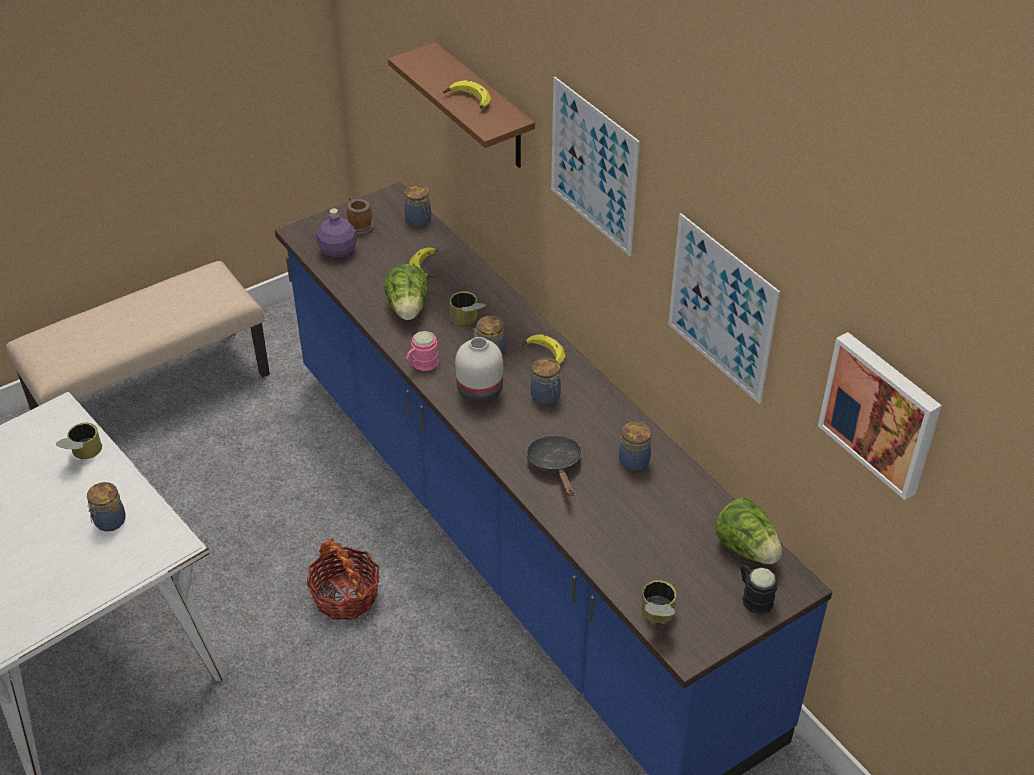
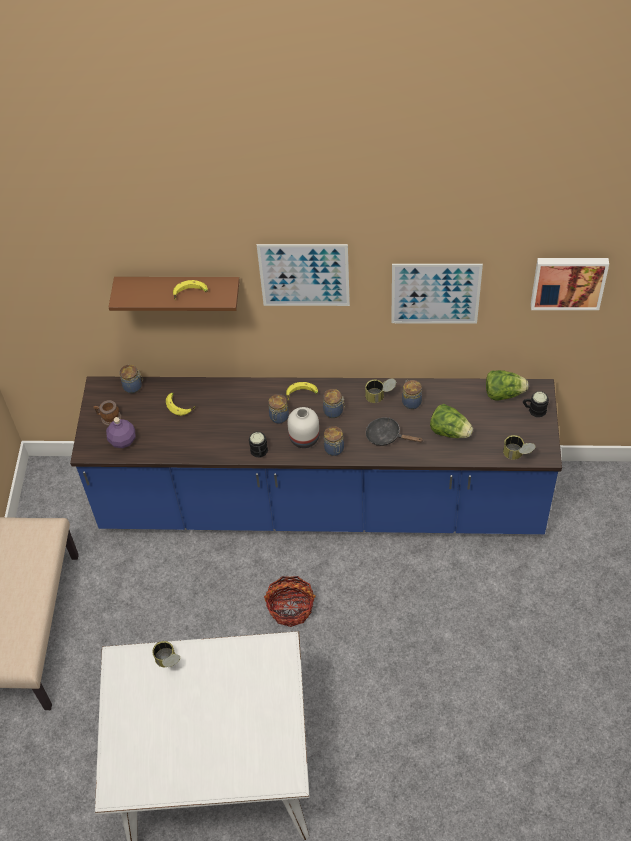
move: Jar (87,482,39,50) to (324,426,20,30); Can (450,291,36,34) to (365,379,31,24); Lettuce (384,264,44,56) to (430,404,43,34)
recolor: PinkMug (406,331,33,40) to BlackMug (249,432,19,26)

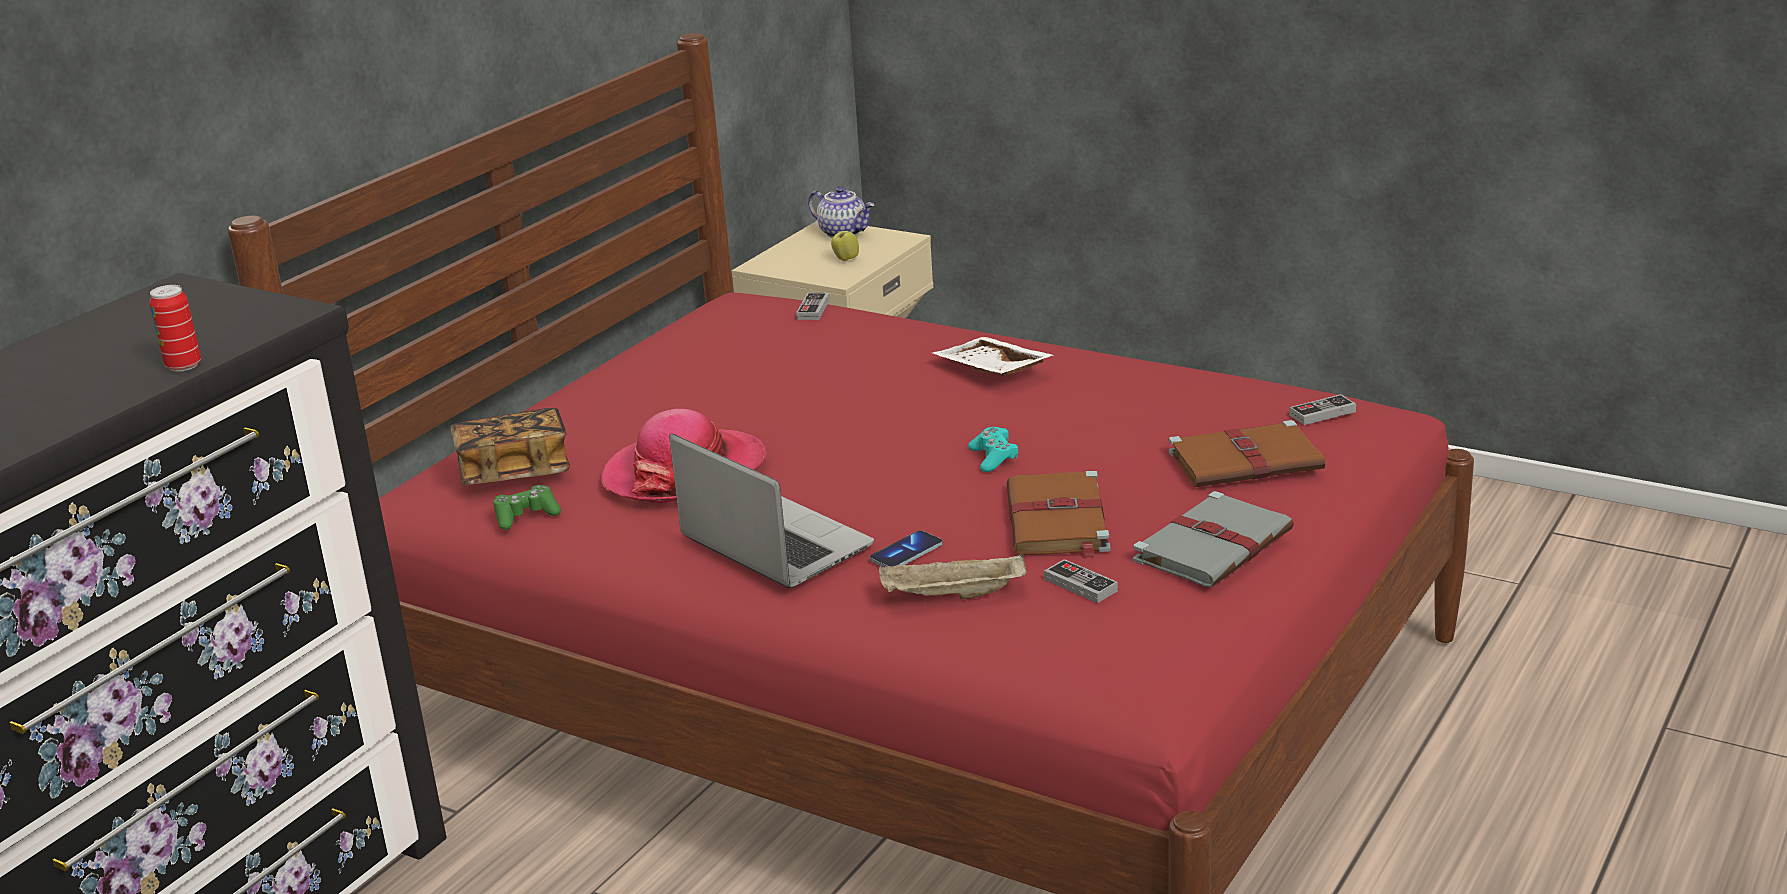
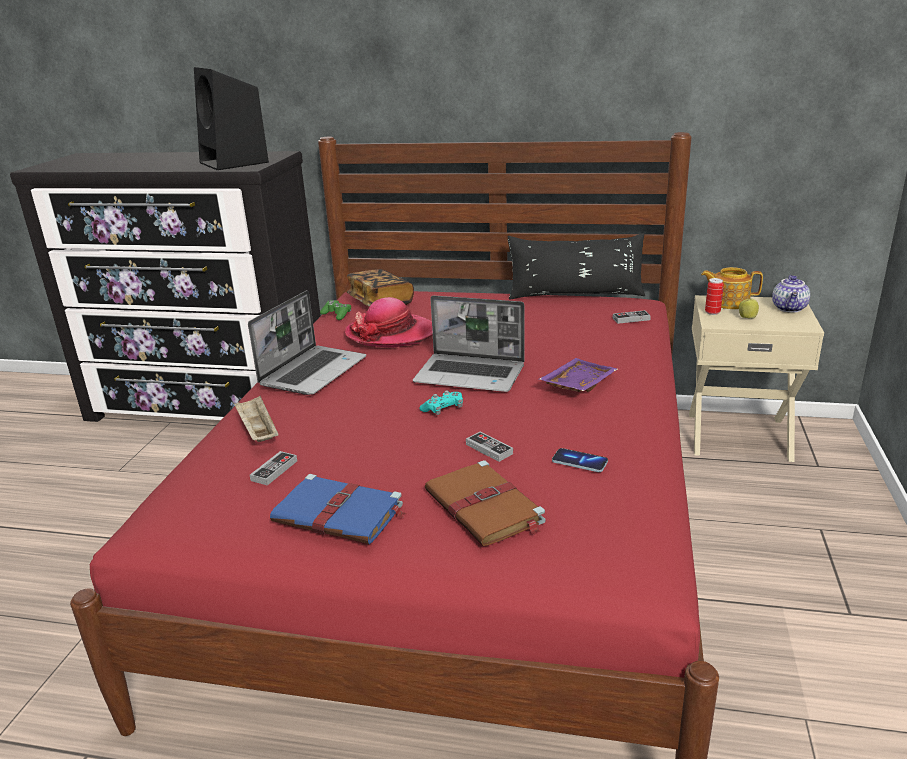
delete: BrownBook (1007,471,104,88)
insert: BlackSpeaker (194,67,75,103); Laptop (413,295,112,97); BlackPillow (508,233,137,66); Teapot (701,267,62,42)
move: GameController (1289,394,67,31) to (466,432,47,30); Phone (870,531,73,36) to (552,448,56,24); Can (149,285,52,87) to (705,278,19,37)
recolor: GreyBook (1133,491,161,96) to BlueBook (270,474,137,70); WhiteTray (933,337,121,39) to PurpleTray (539,358,79,34)

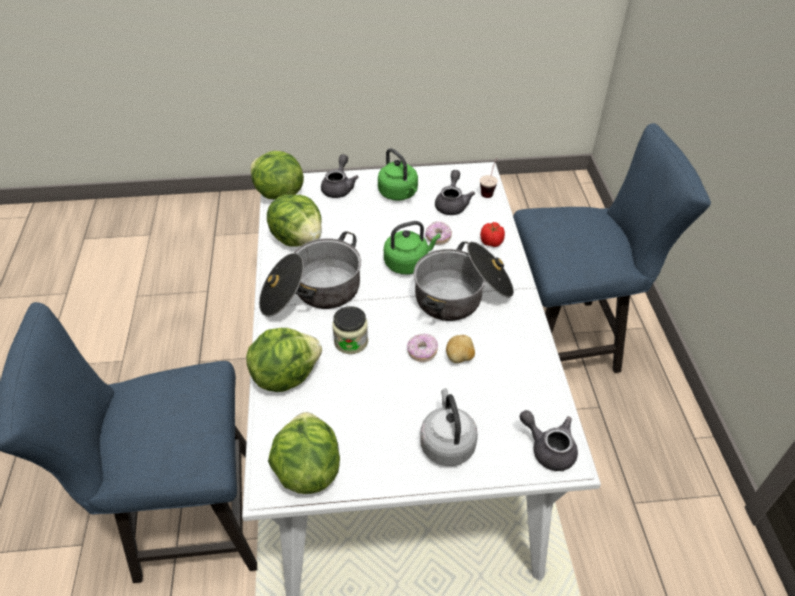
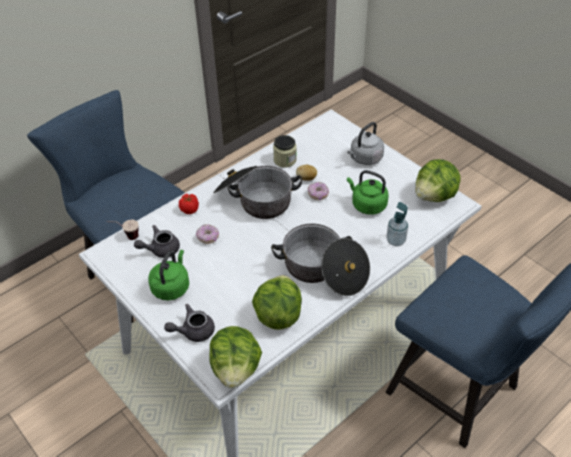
delete: GreyTeapot (520,410,58,61)
move: Jar (332,306,36,48) to (273,135,24,33); GreenKettle (384,221,57,54) to (347,170,42,45)
replace: Lettuce (246,328,76,64) to SoapDispenser (386,202,22,45)

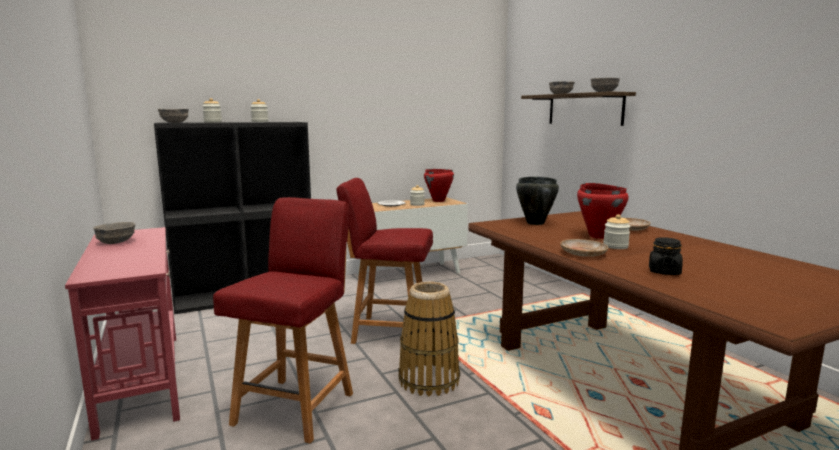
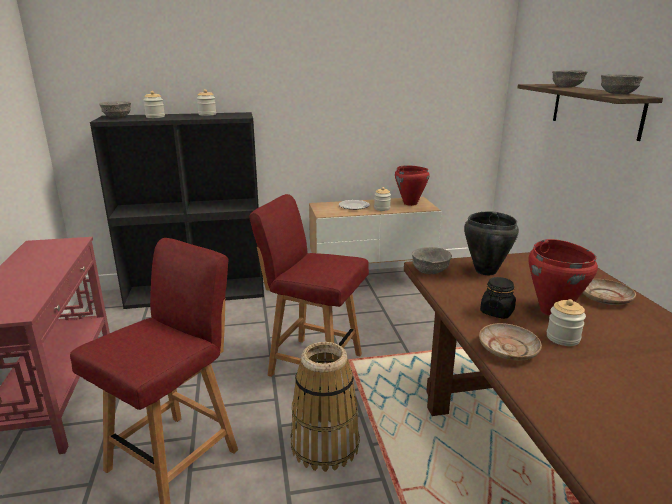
move: GreyBowl (93,222,43,22) to (412,247,40,27); BlackJar (649,237,34,38) to (480,277,36,42)

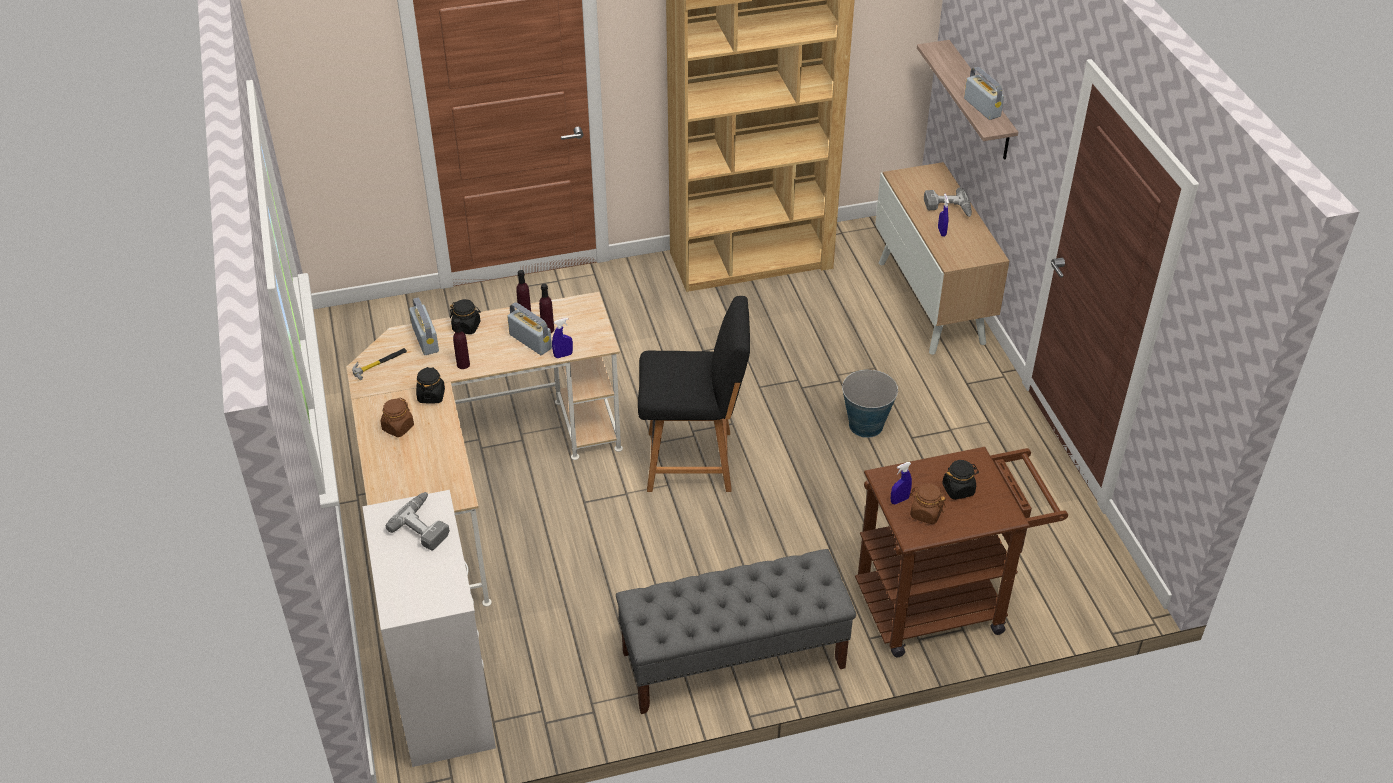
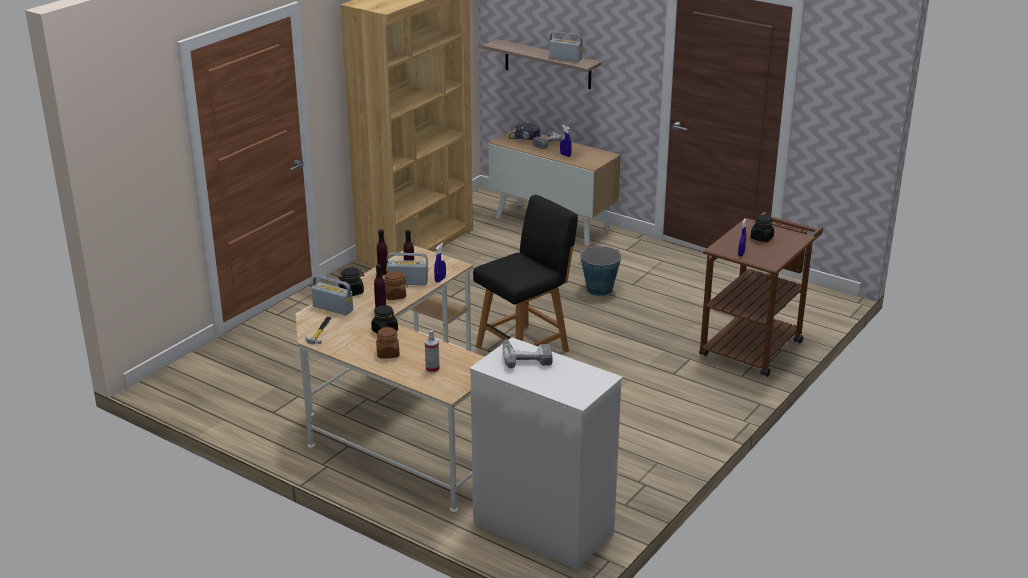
delete: GreyBench (616,549,240,165)
insert: SprayBottle (425,330,15,43); Cap (509,122,32,18)
move: BrownJar (910,483,36,41) to (383,271,25,29)

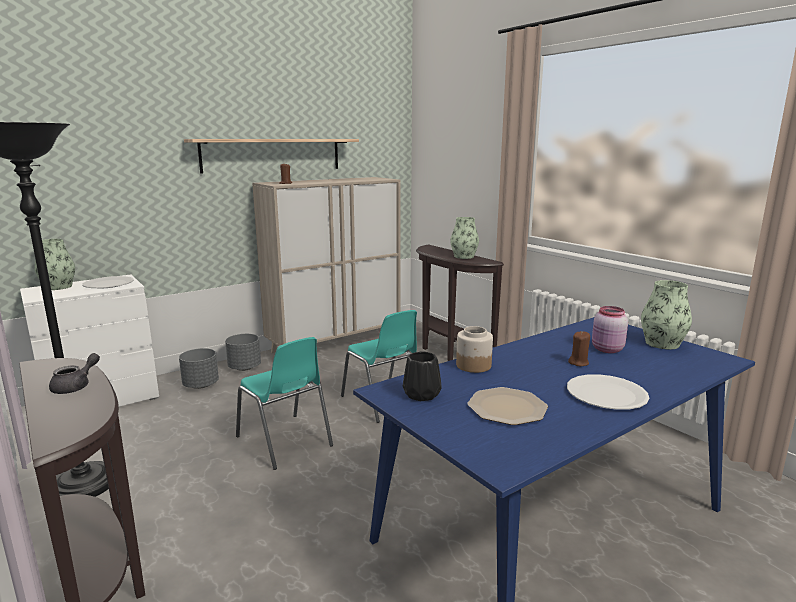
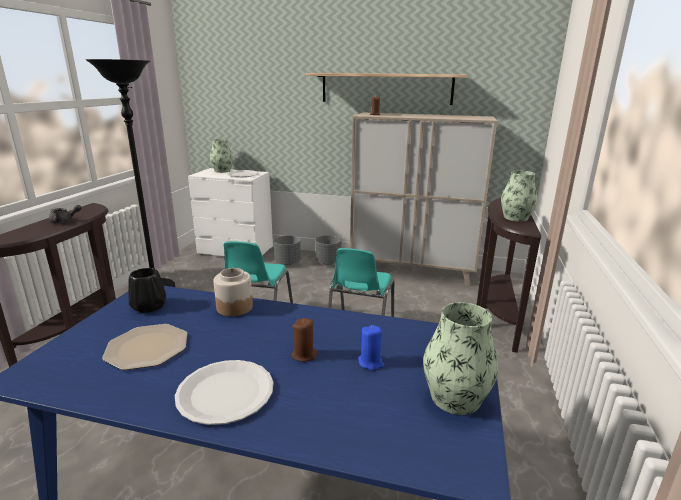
replace: PinkJar (592,306,36,47) to BlueCandle (358,325,26,46)

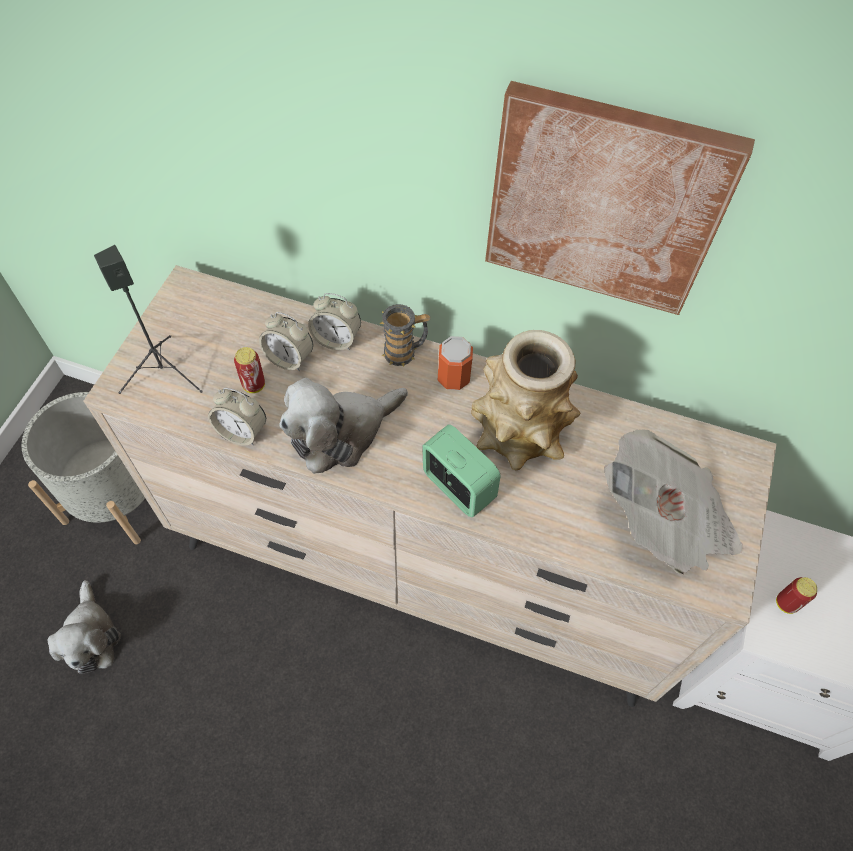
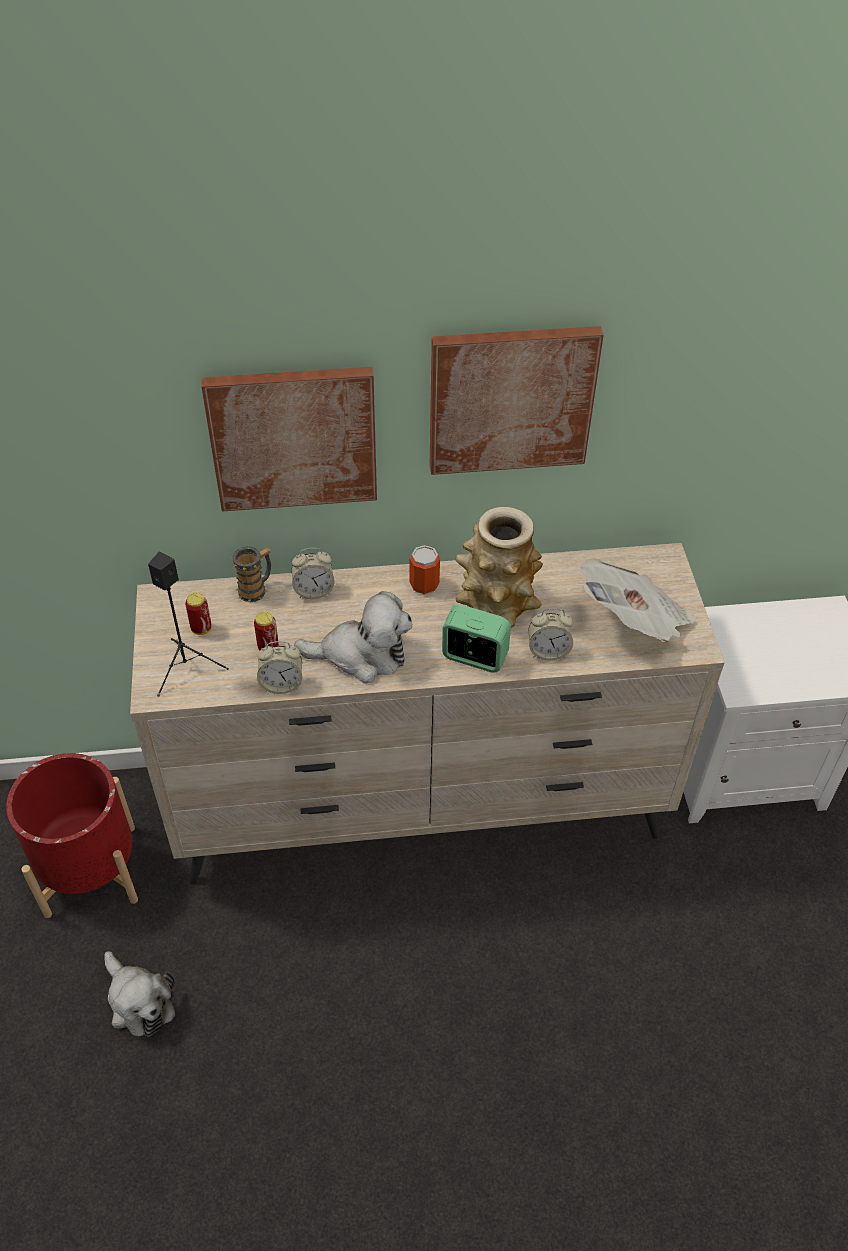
insert: Picture (201,367,176,145)
move: Can (776,577,41,37) to (185,593,27,42); Mug (379,304,51,62) to (231,546,40,56); AlarmClock (259,312,54,59) to (528,608,45,52)
recolor: GreyPlanter (22,392,123,152) to RedPlanter (6,753,132,165)
rotate: PlushToy (279,378,129,96) = (294,591,119,92) 120 degrees counterclockwise

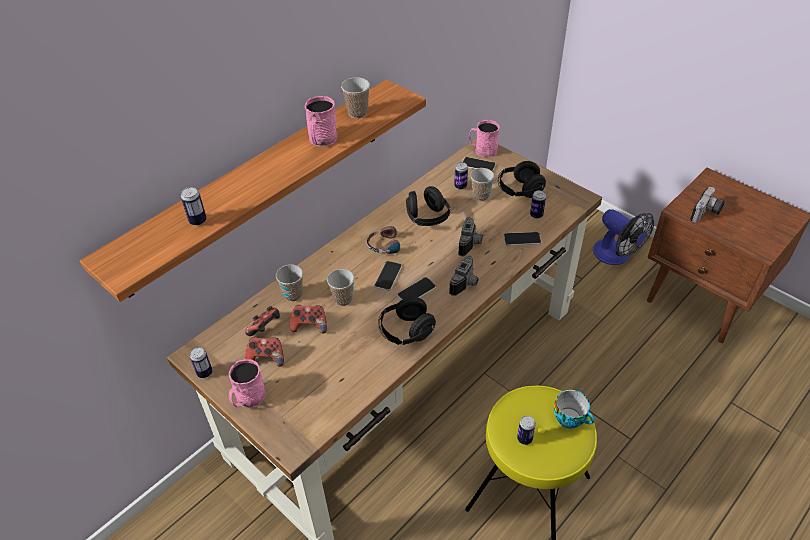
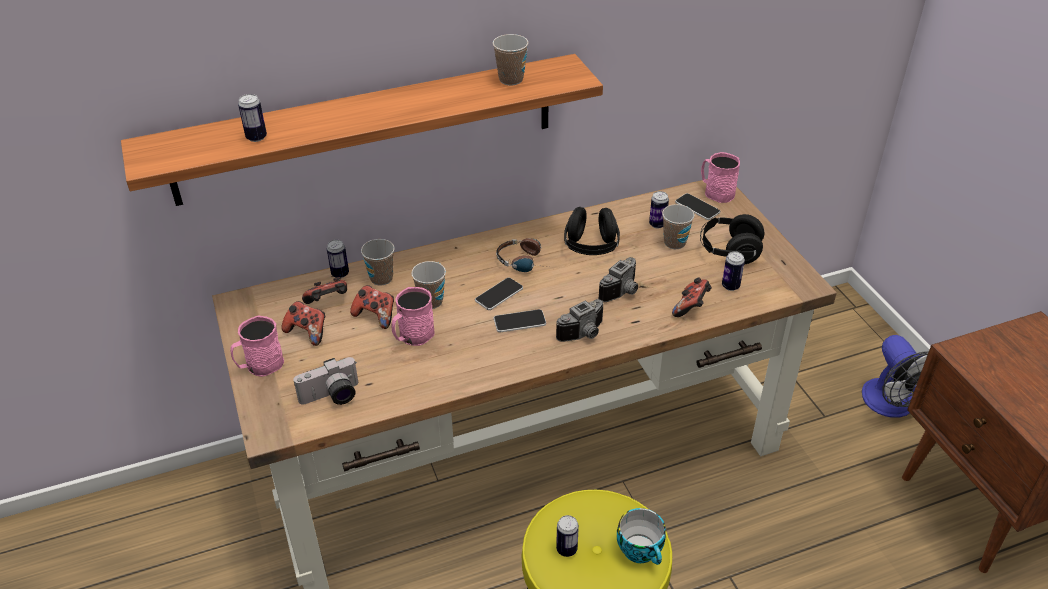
delete: BlackHeadphones (378,297,58,48)
move: PhotoCamera (690,187,35,36) to (293,357,65,48); Can (190,347,22,31) to (327,240,22,38); PinkMug (305,96,33,51) to (391,287,43,59)
replace: Phone (504,232,37,14) to GameController (672,277,40,40)

